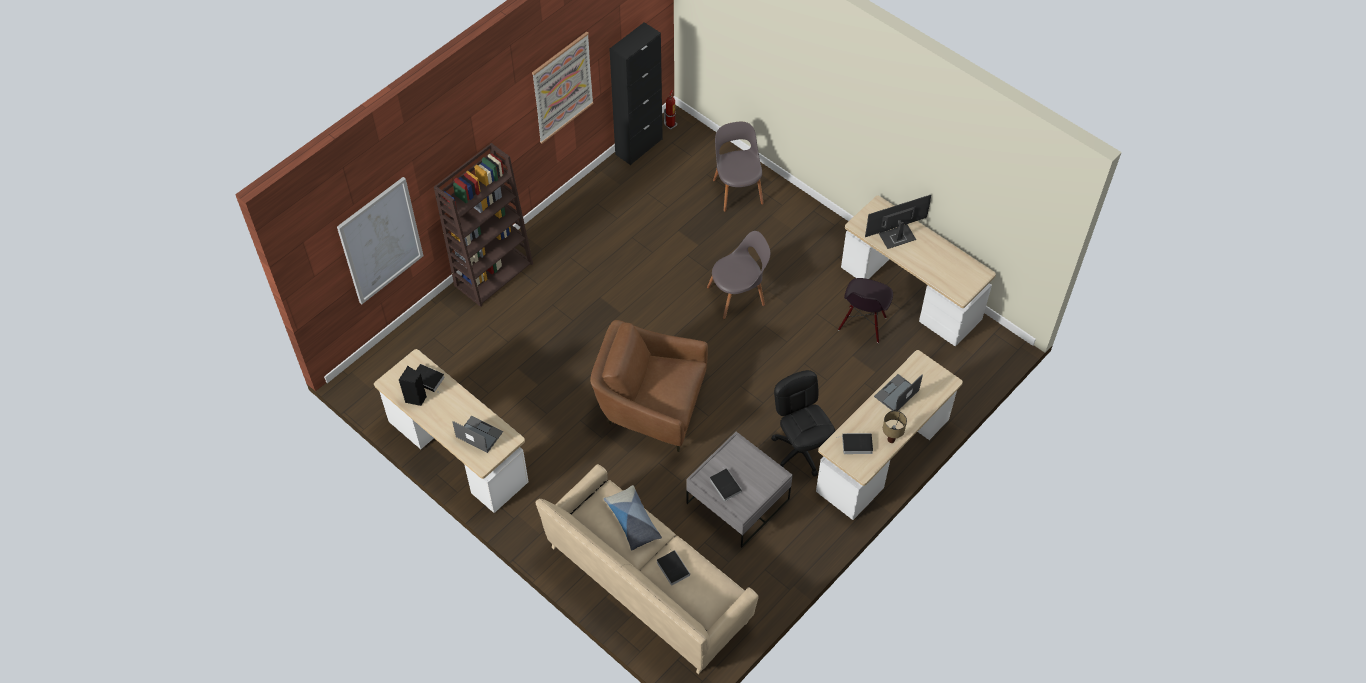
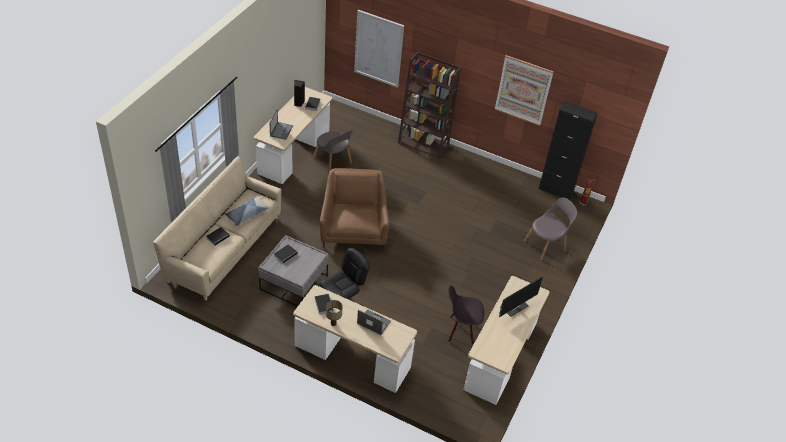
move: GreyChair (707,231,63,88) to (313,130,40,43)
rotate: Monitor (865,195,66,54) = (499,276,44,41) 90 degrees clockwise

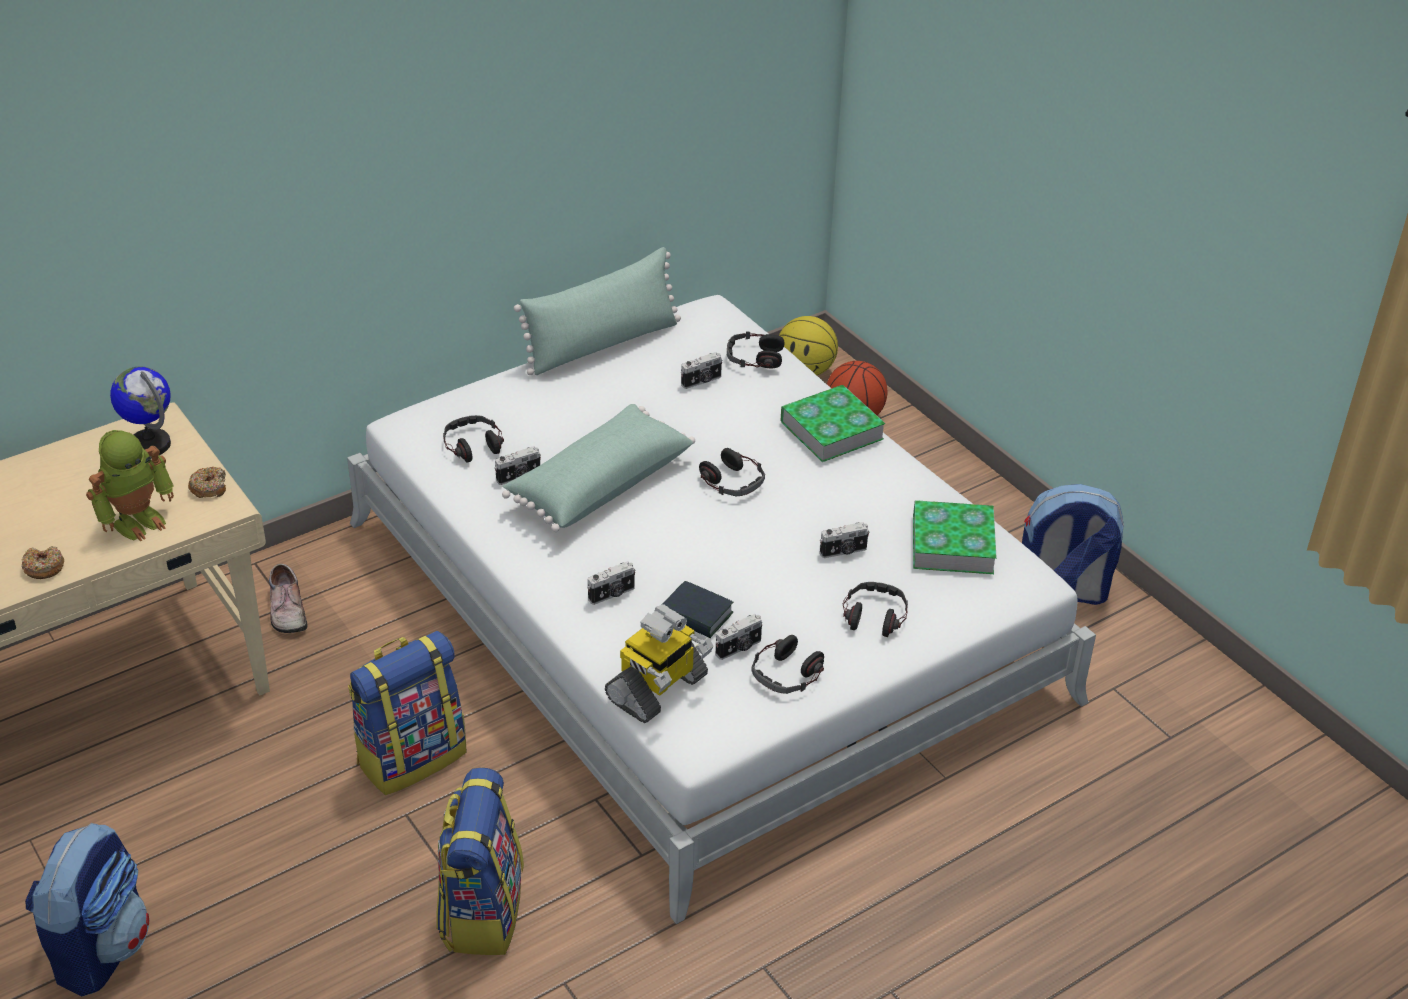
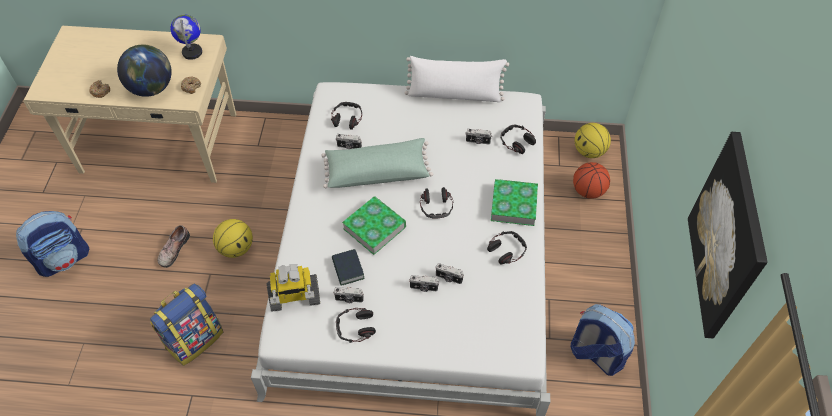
insert: Picture (688,132,80,206)
move: Shoe (269,564,38,69) to (157,225,33,43); Book (913,500,84,74) to (342,196,64,59); PhotoCamera (587,561,49,44) to (409,275,30,17); Headphones (843,582,65,55) to (487,231,40,34)
replace: ToyRobot (86,430,88,111) to Globe (117,44,55,53); Backpack (348,631,118,164) to Basketball (213,219,40,39)
recolor: GreenPillow (514,247,167,128) to WhitePillow (405,56,104,46)

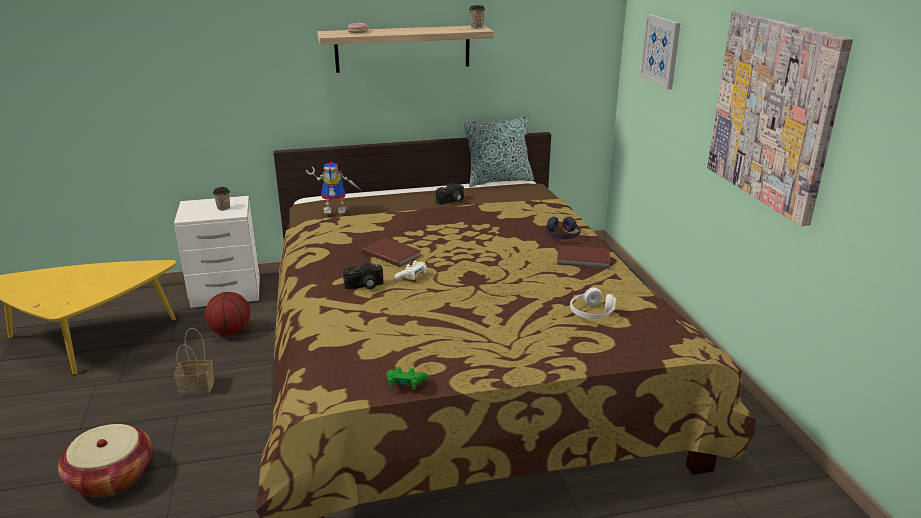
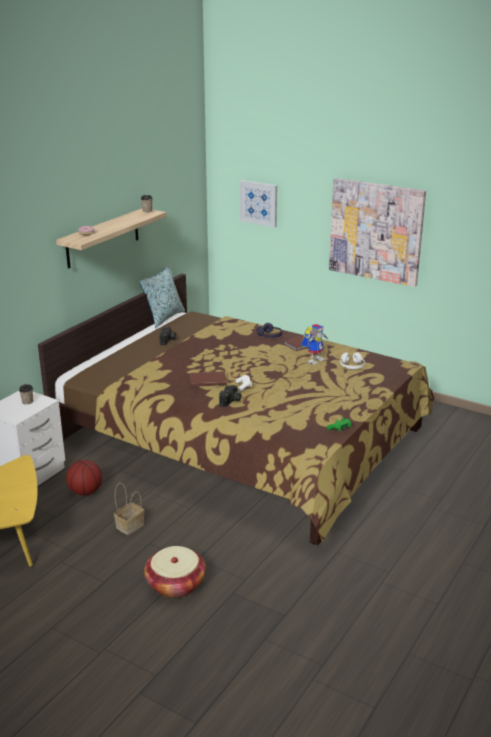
move: ToyRobot (306,161,54,53) to (301,324,28,41)

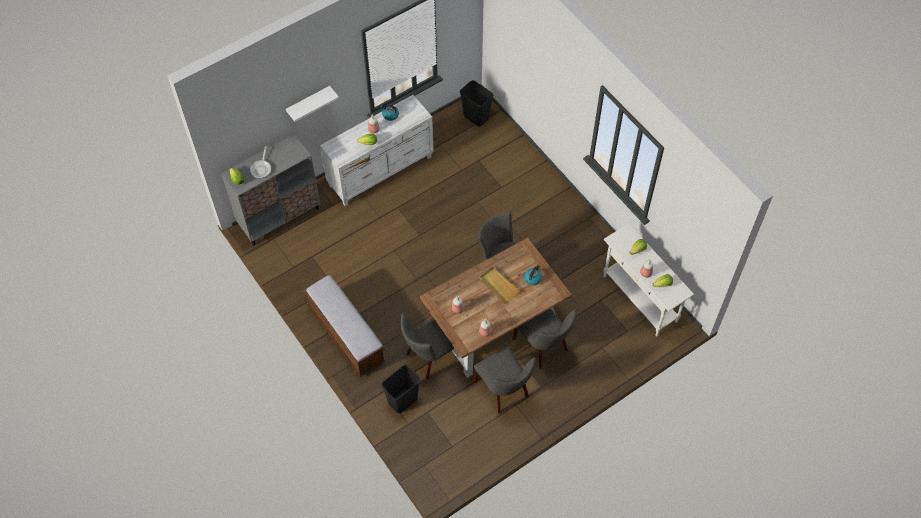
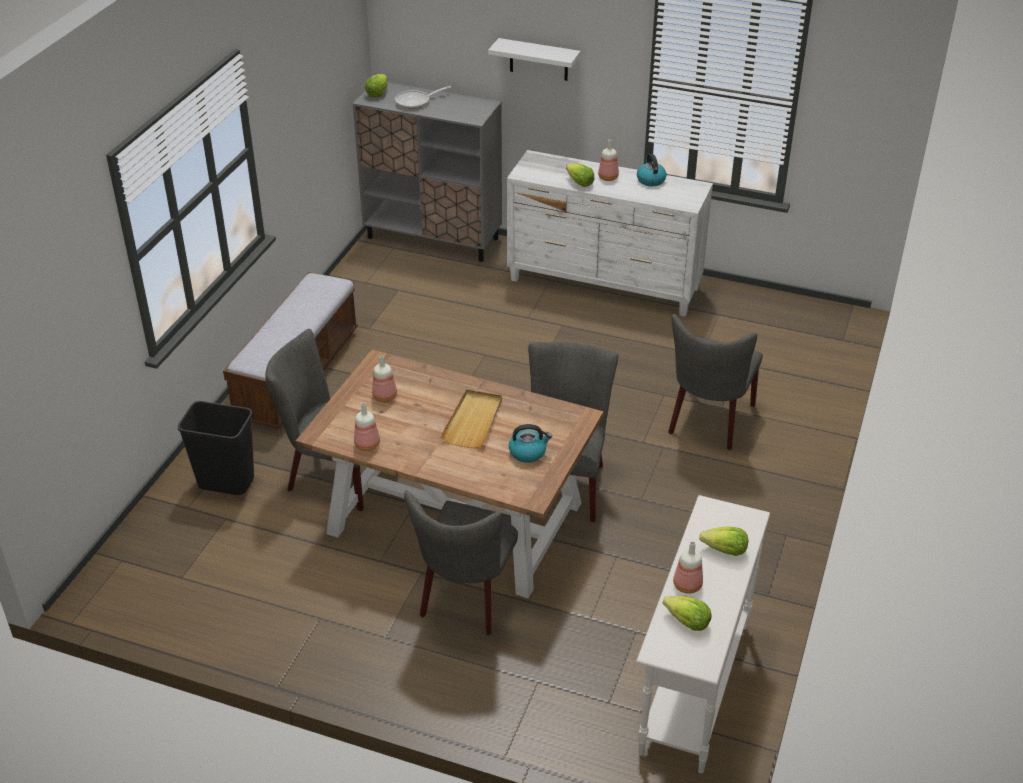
delete: BlackTrashCan (460,80,33,47)
move: GreyChair (474,346,62,68) to (668,314,95,136)

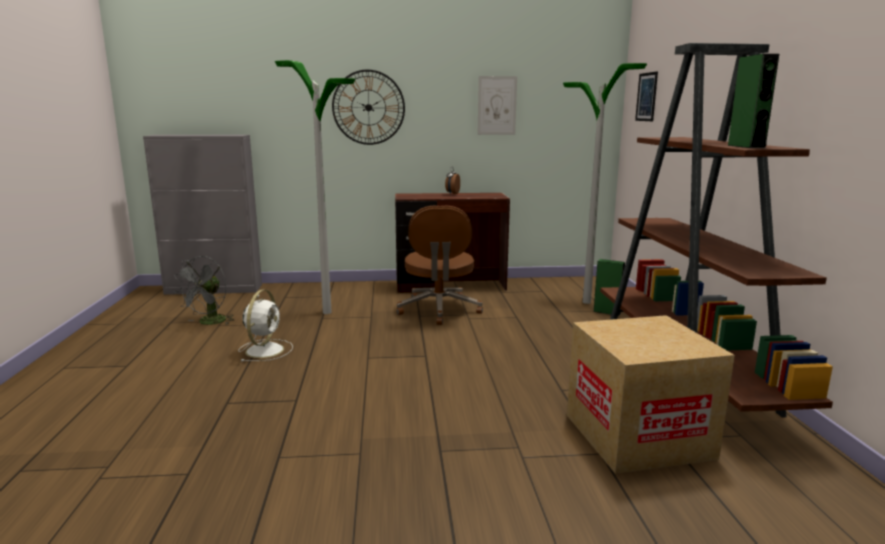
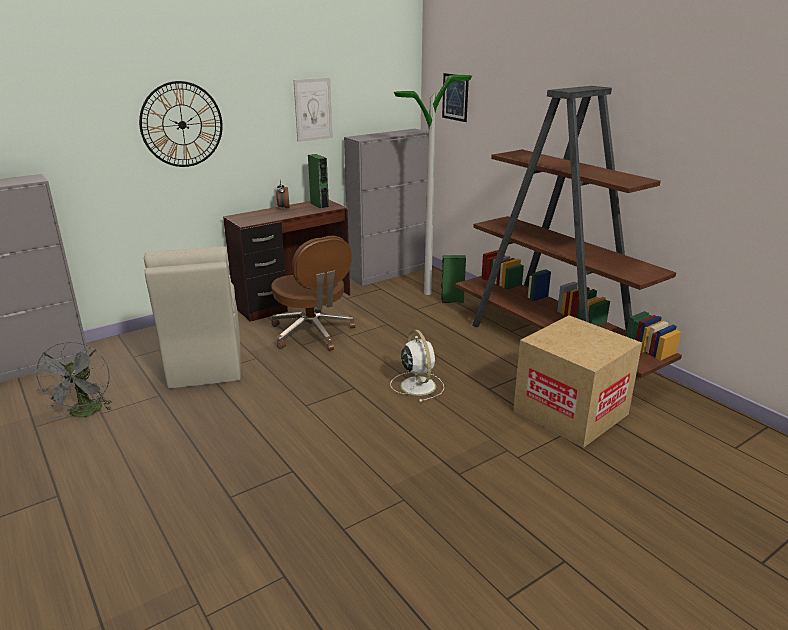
insert: GreyCabinet (344,129,85,157)
move: GreenSpeaker (727,54,52,94) to (308,154,21,55); WhiteFan (238,290,55,72) to (390,330,54,72)
replace: FloorLamp (275,60,80,254) to BeigeChair (144,246,97,143)

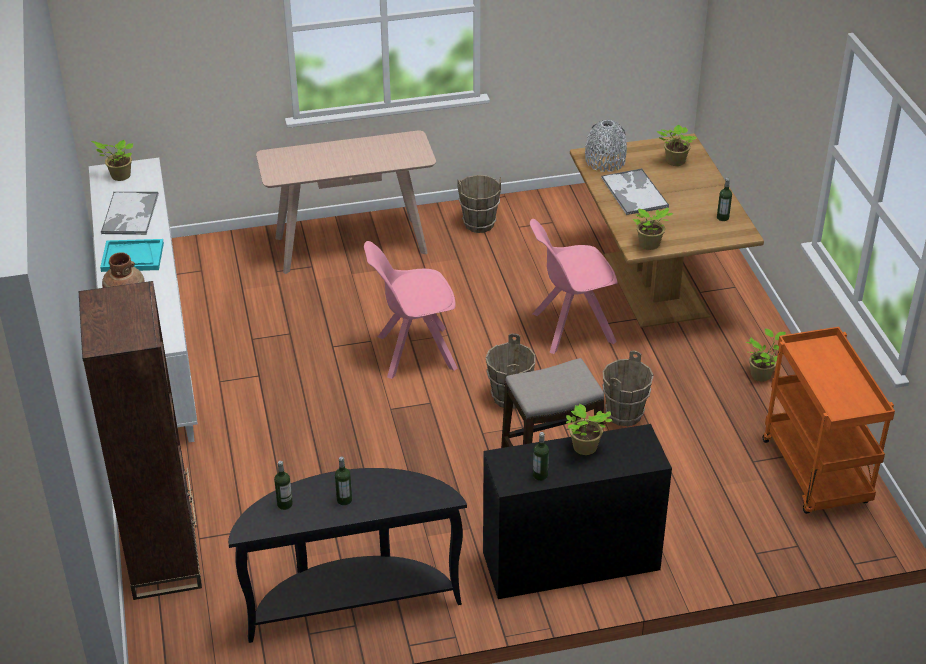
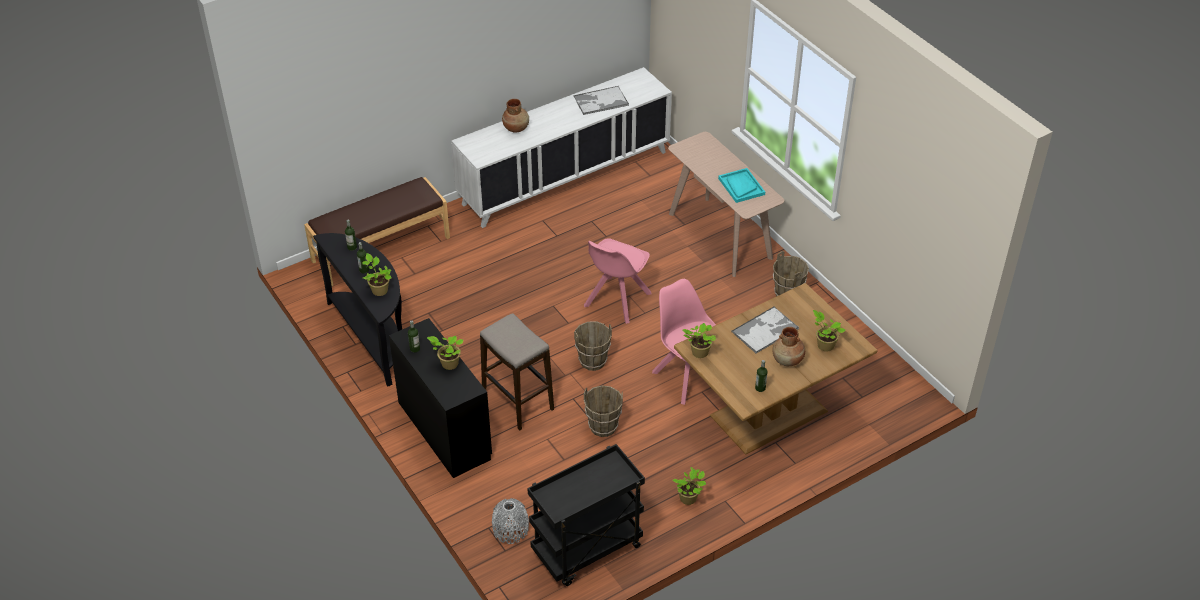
insert: BrownVase (772,327,33,39)
move: PottedPlant (91,140,42,41) to (362,253,29,43); GreyVase (585,120,42,52) to (492,498,37,46); TurquoiseTray (100,239,64,33) to (718,168,47,35)
replace: BrownBookcase (78,281,124,319) to BrownBench (304,177,146,109)
recolor: OrangeCart (763,327,132,187) to BlackCart (527,444,118,142)
rotate: PinkChair (364,241,93,138) = (584,238,67,86) 120 degrees counterclockwise

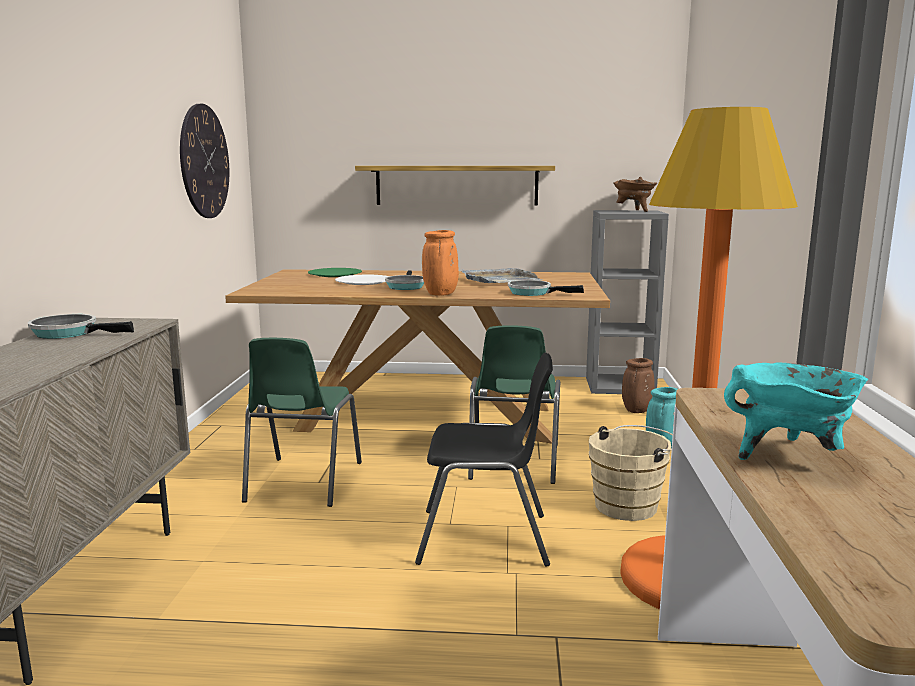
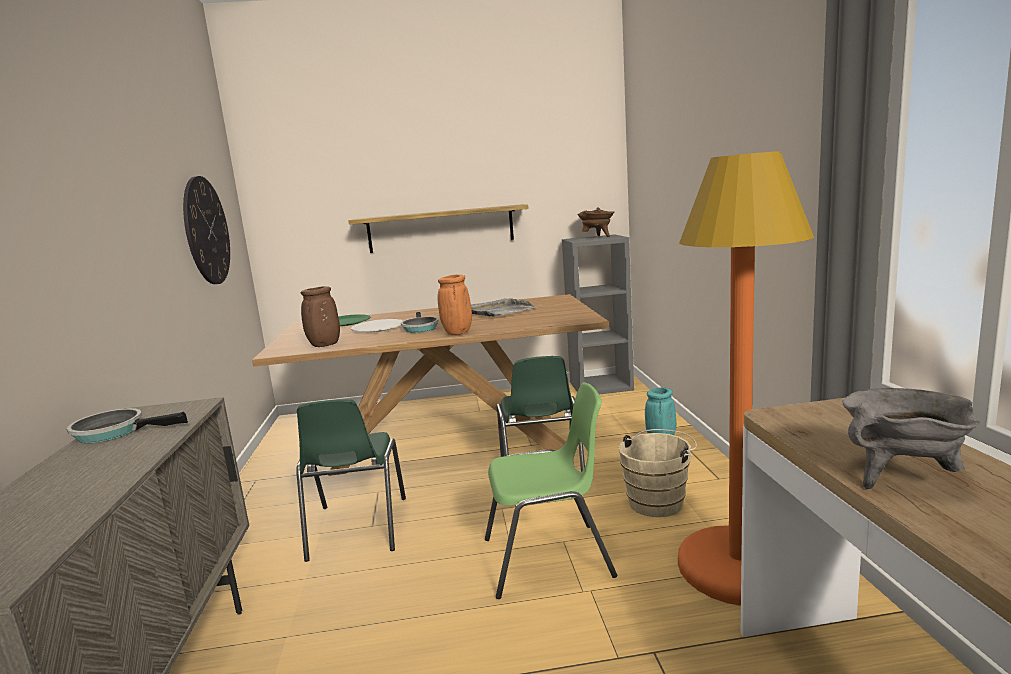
delete: FryingPan (508,280,76,16)
move: BrownVase (622,358,33,55) to (300,286,40,61)
recolor: BlackChair (415,352,138,215) to GreenChair (485,382,132,217); TurquoiseCookingPot (724,362,144,98) to GreyCookingPot (842,388,138,101)

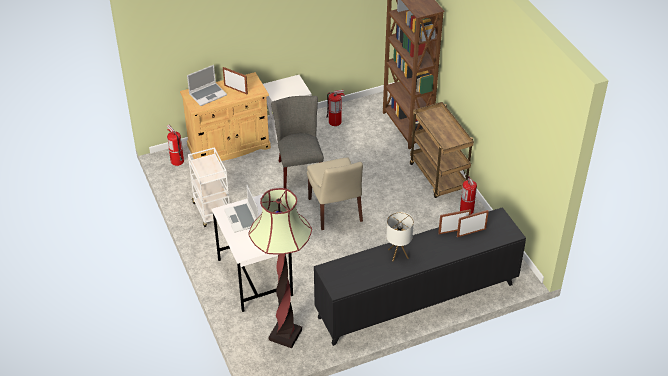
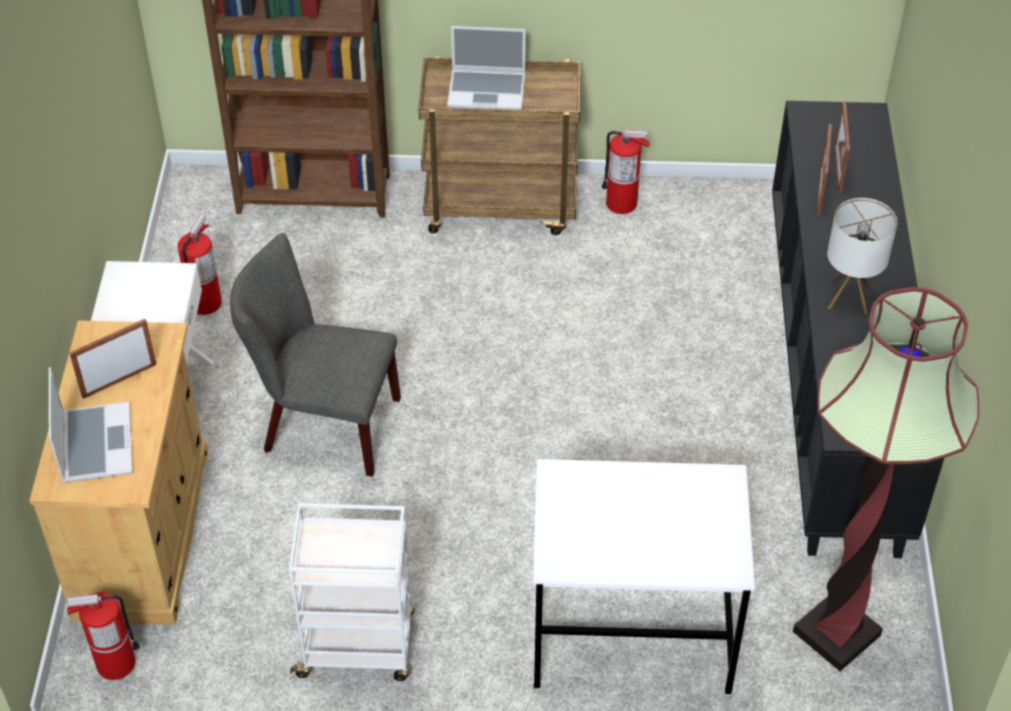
delete: BeigeChair (307,157,56,73)
move: Laptop (224,184,34,49) to (447,26,79,84)

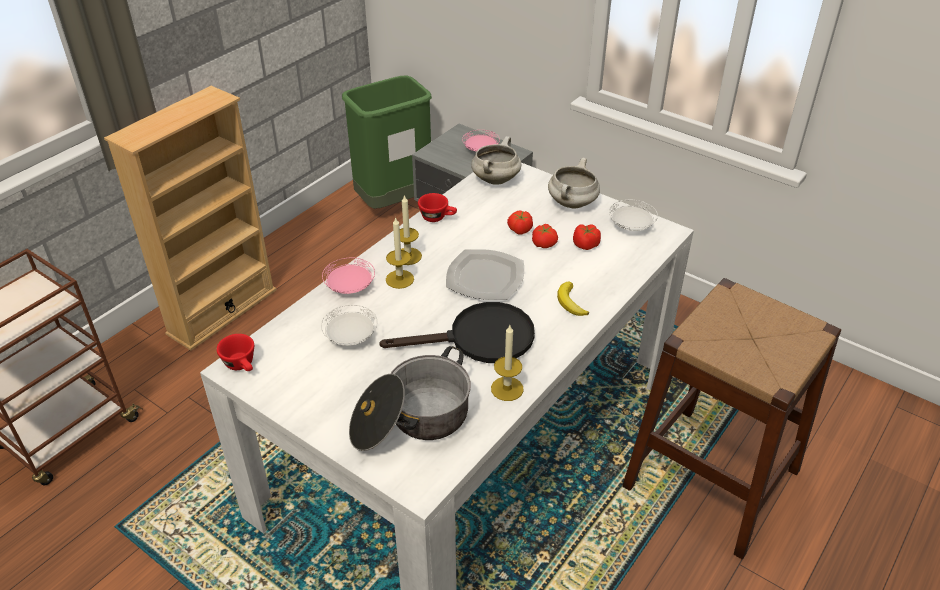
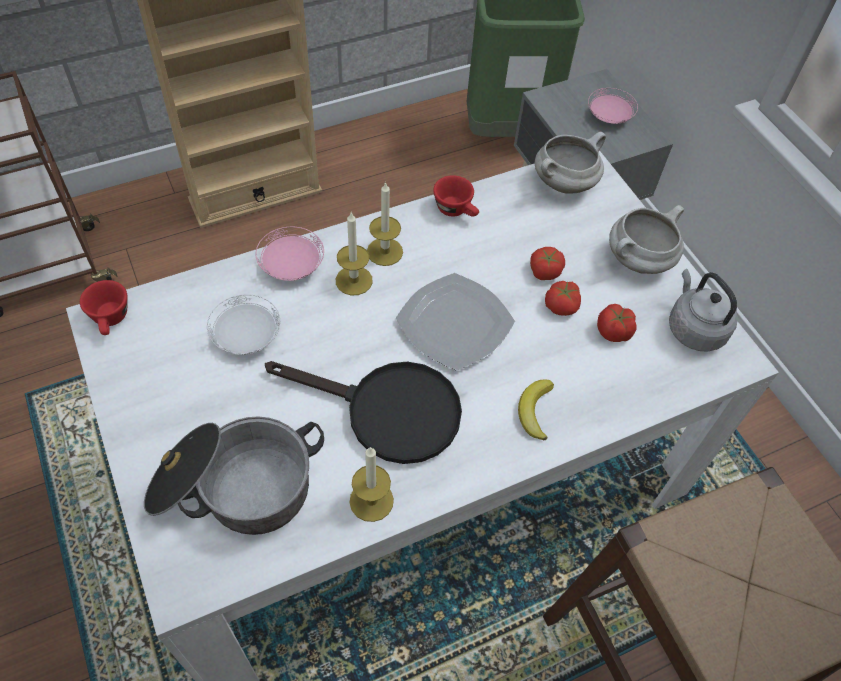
replace: WhitePlate (609,200,49,31) to GreyKettle (669,269,69,83)

